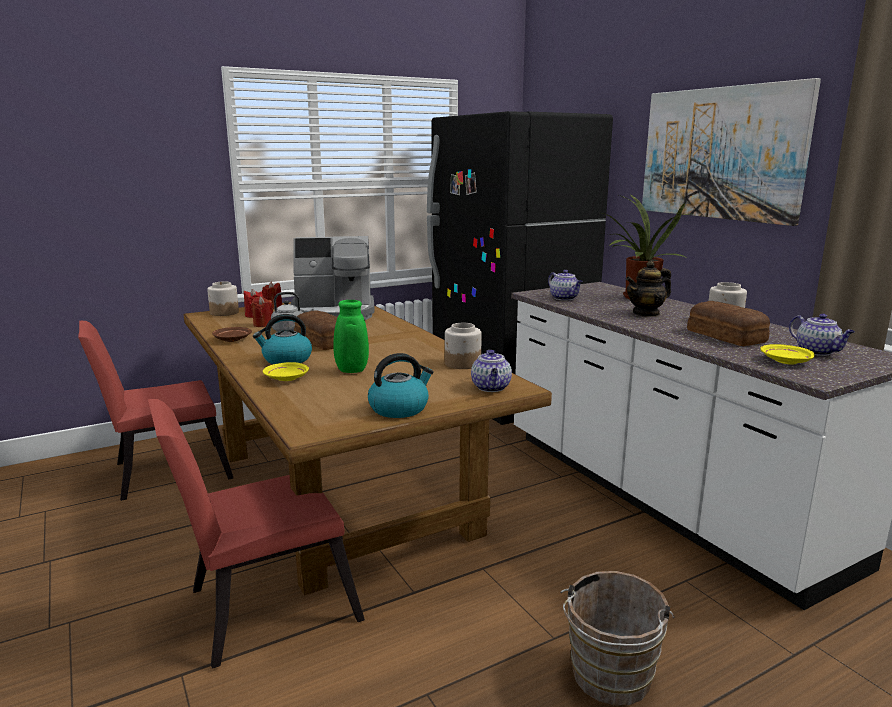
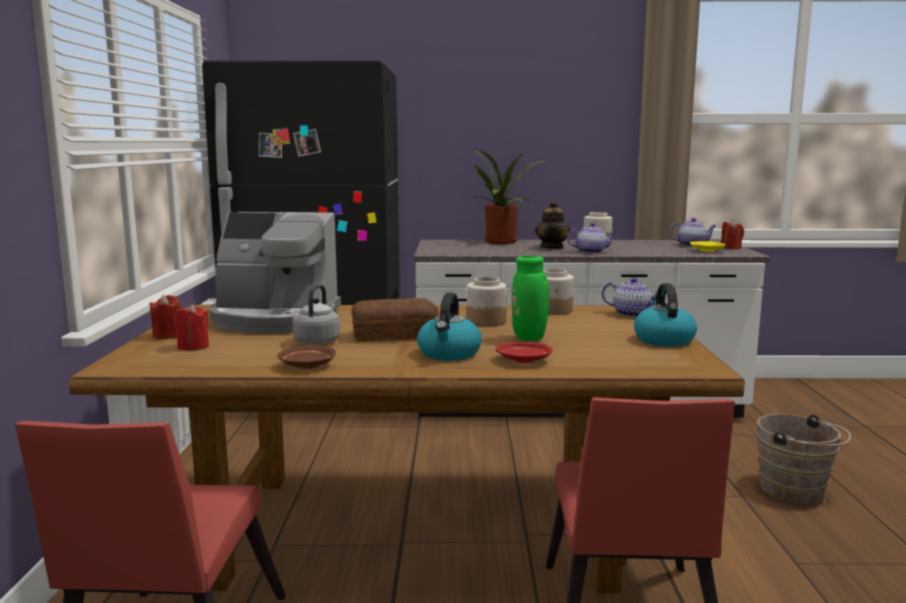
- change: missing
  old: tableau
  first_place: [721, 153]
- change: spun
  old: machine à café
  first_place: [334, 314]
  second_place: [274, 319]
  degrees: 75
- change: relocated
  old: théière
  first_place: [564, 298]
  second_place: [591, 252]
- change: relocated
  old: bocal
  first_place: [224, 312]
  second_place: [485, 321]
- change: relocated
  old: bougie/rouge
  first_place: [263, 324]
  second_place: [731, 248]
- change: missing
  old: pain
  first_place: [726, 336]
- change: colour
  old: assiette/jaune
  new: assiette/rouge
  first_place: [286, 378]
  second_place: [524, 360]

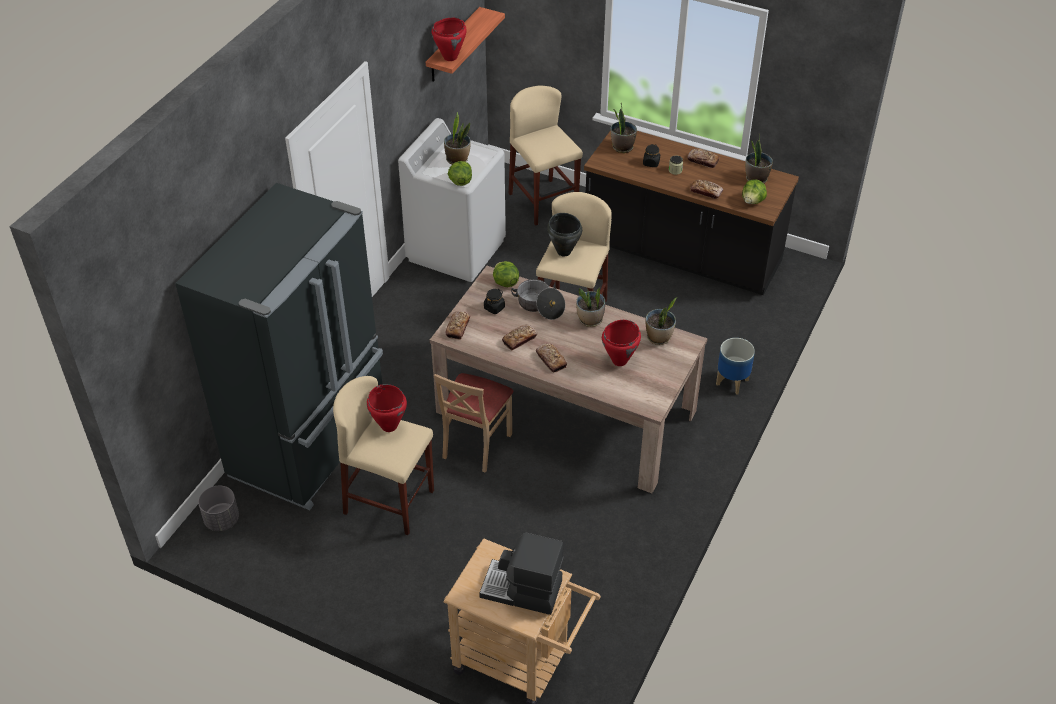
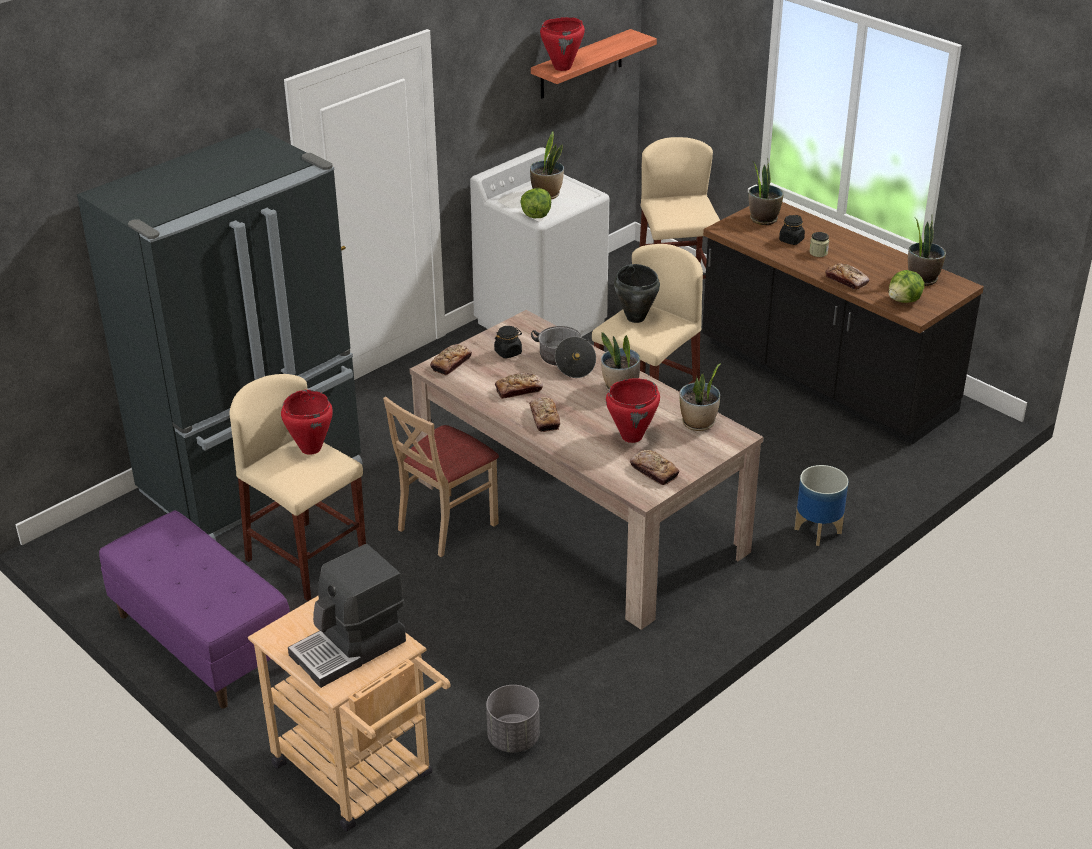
- change: relocated
  old: pain
  first_place: [702, 161]
  second_place: [654, 471]
- change: missing
  old: laitue
  first_place: [505, 283]
- change: relocated
  old: cache-pot/gris
  first_place: [221, 520]
  second_place: [513, 738]
- change: spun
  old: machine à café
  first_place: [521, 590]
  second_place: [350, 648]
  degrees: -75
- change: appeared
  new: banc/violet
  second_place: [201, 641]

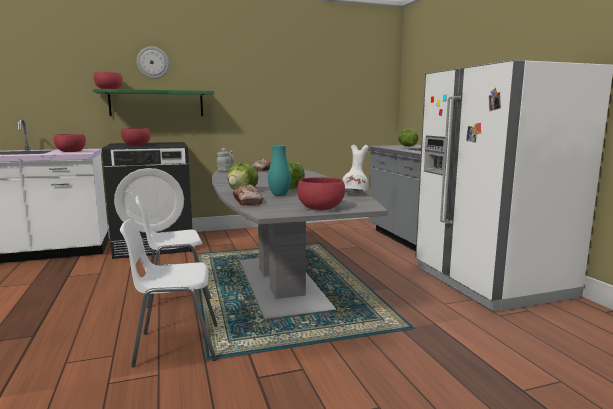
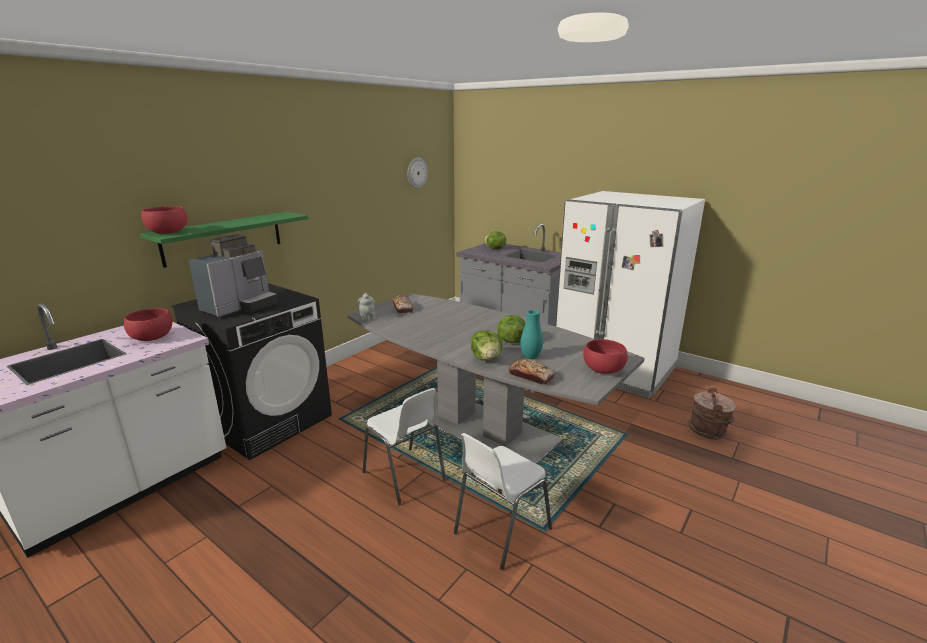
- change: relocated
  old: horloge murale
  first_place: [153, 62]
  second_place: [416, 173]
- change: exchanged
  old: bol/rouge
  new: machine à café
  first_place: [136, 145]
  second_place: [240, 307]
- change: missing
  old: vase/blanc
  first_place: [355, 194]
- change: spun
  old: chaise/blanc
  first_place: [175, 293]
  second_place: [405, 477]
  degrees: -75
- change: appeared
  new: seau/marron
  second_place: [708, 430]

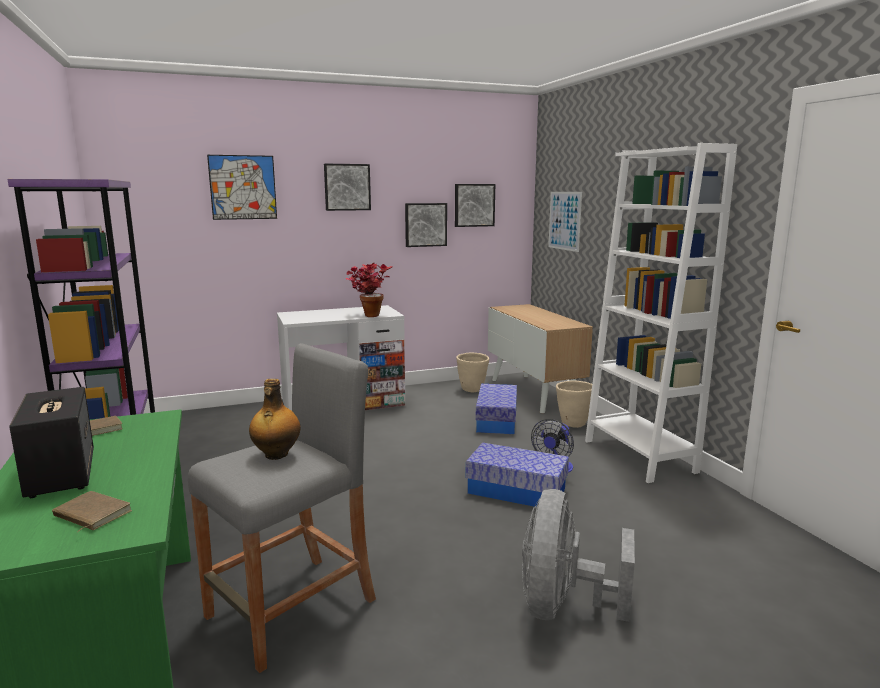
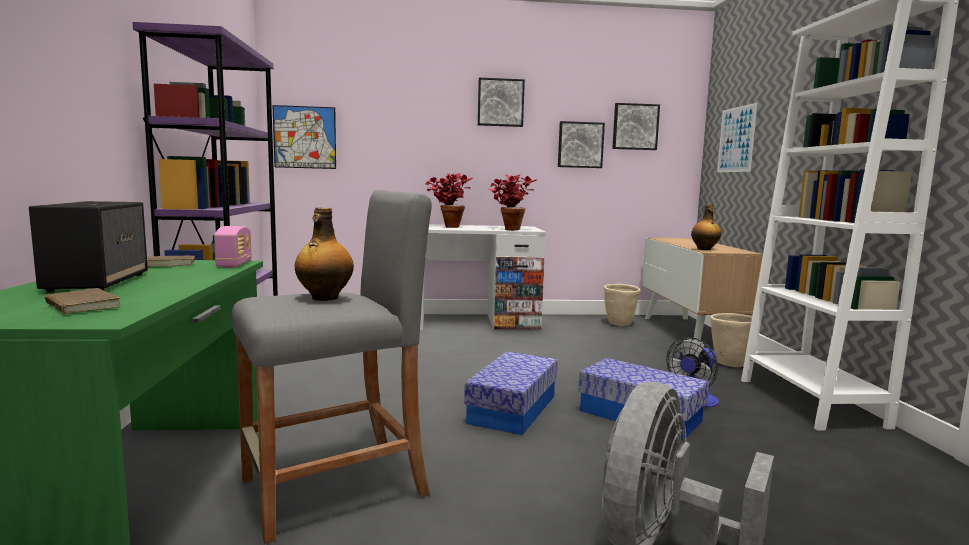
- change: relocated
  old: tableau
  first_place: [243, 187]
  second_place: [305, 137]
- change: relocated
  old: boîte de rangement
  first_place: [496, 420]
  second_place: [512, 409]
- change: appeared
  new: plante en pot
  second_place: [447, 226]
- change: appeared
  new: bouteille
  second_place: [704, 249]
- change: appeared
  new: radio
  second_place: [234, 264]

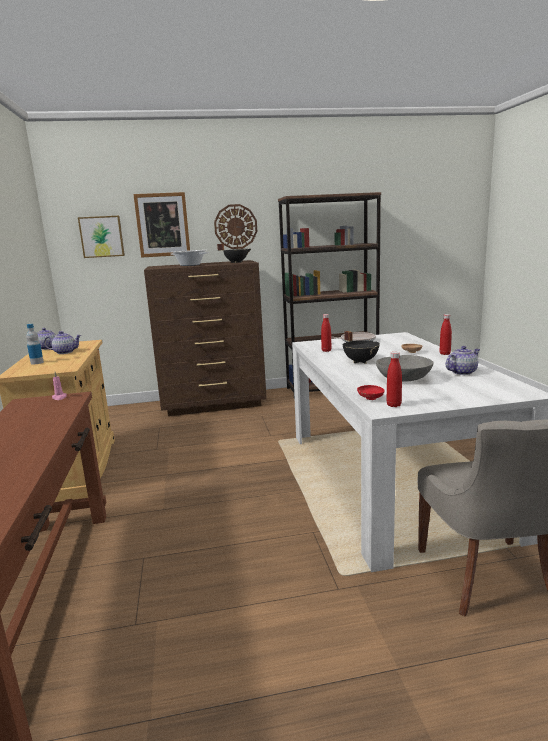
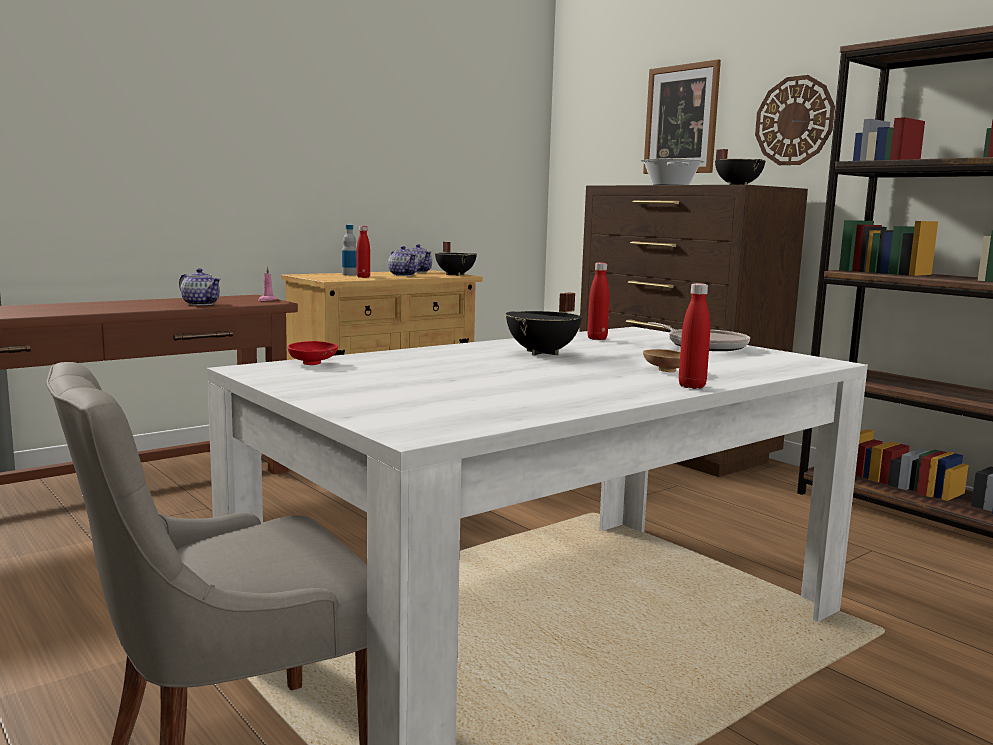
- change: missing
  old: tableau
  first_place: [102, 236]
- change: relocated
  old: théière
  first_place: [461, 372]
  second_place: [200, 304]
- change: relocated
  old: bouteille/rouge
  first_place: [393, 405]
  second_place: [363, 277]
- change: missing
  old: bol/gris
  first_place: [403, 378]
- change: appeared
  new: marmite/noir
  second_place: [456, 274]

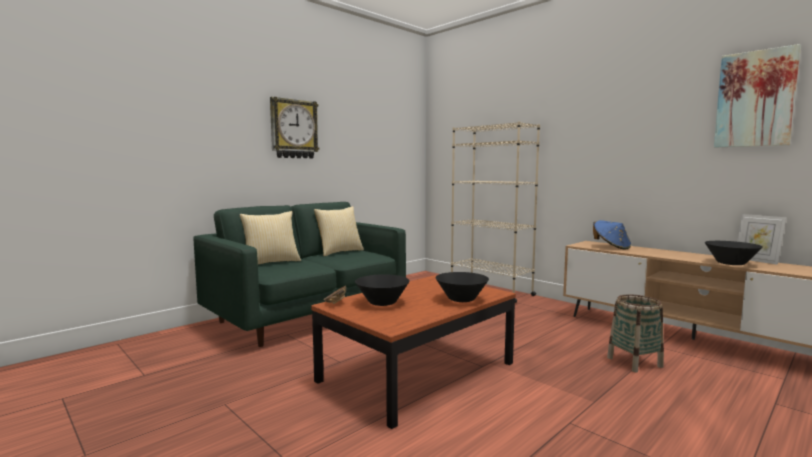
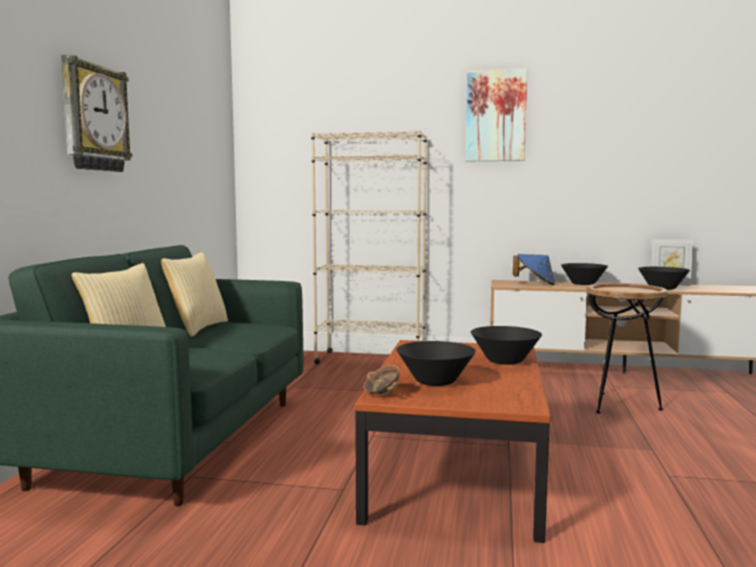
- change: relocated
  old: tableau
  first_place: [755, 99]
  second_place: [495, 116]
- change: exchanged
  old: panier
  new: table d'appoint/marron
  first_place: [634, 362]
  second_place: [620, 405]
- change: appeared
  new: bol/noir
  second_place: [583, 284]

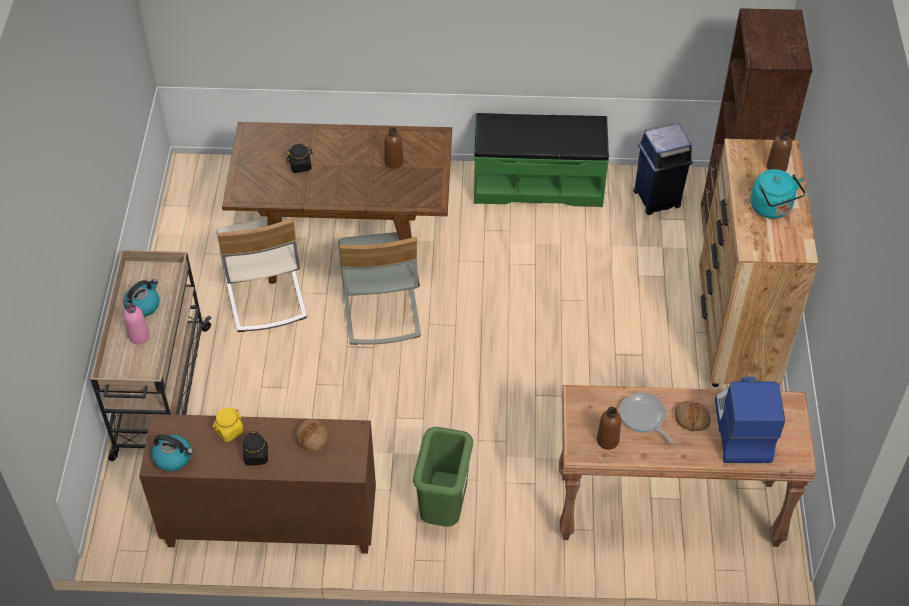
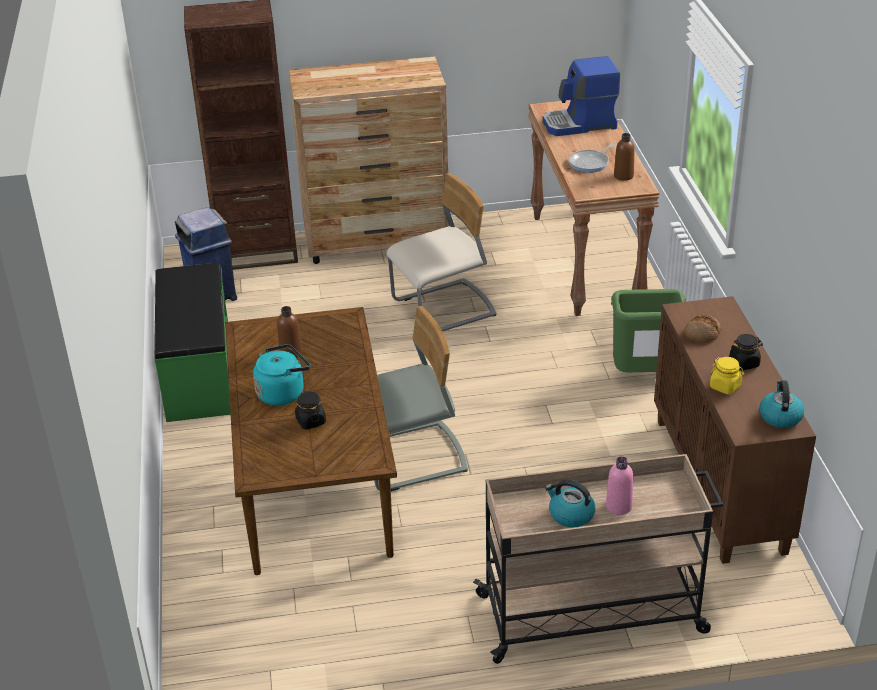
- change: missing
  old: bouteille/marron
  first_place: [776, 167]
- change: relocated
  old: bouilloire/turquoise
  first_place: [772, 208]
  second_place: [283, 393]
- change: relocated
  old: chaise/beige
  first_place: [264, 295]
  second_place: [444, 309]
- change: missing
  old: pain
  first_place: [691, 419]

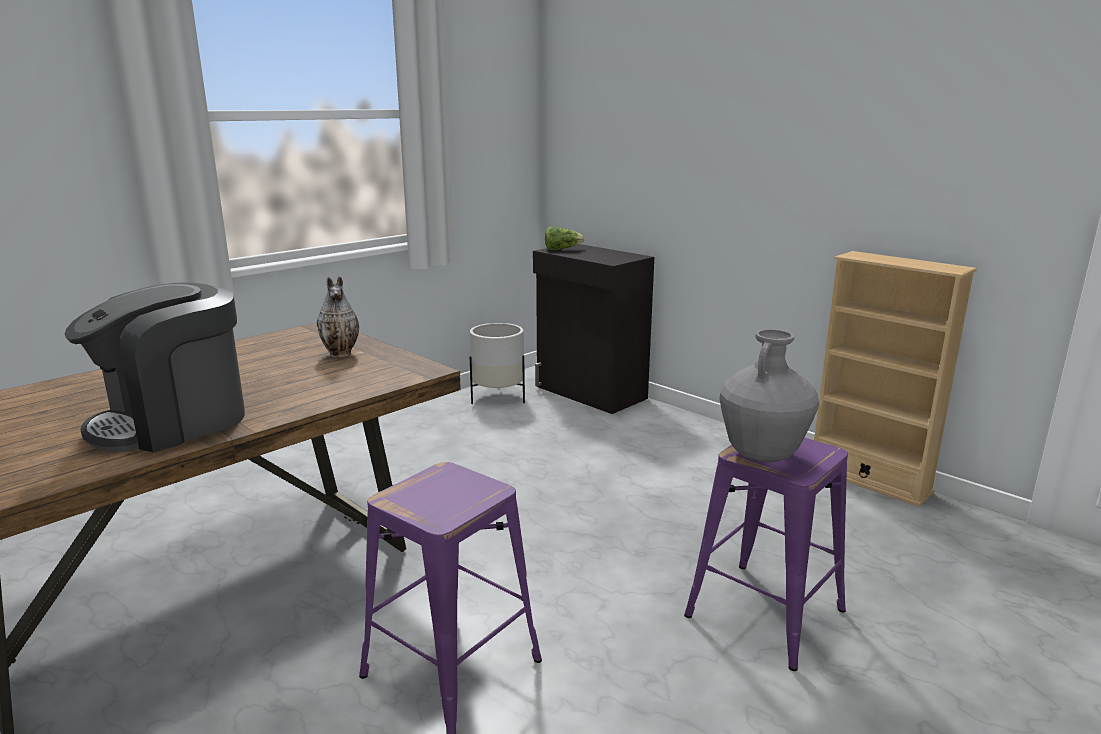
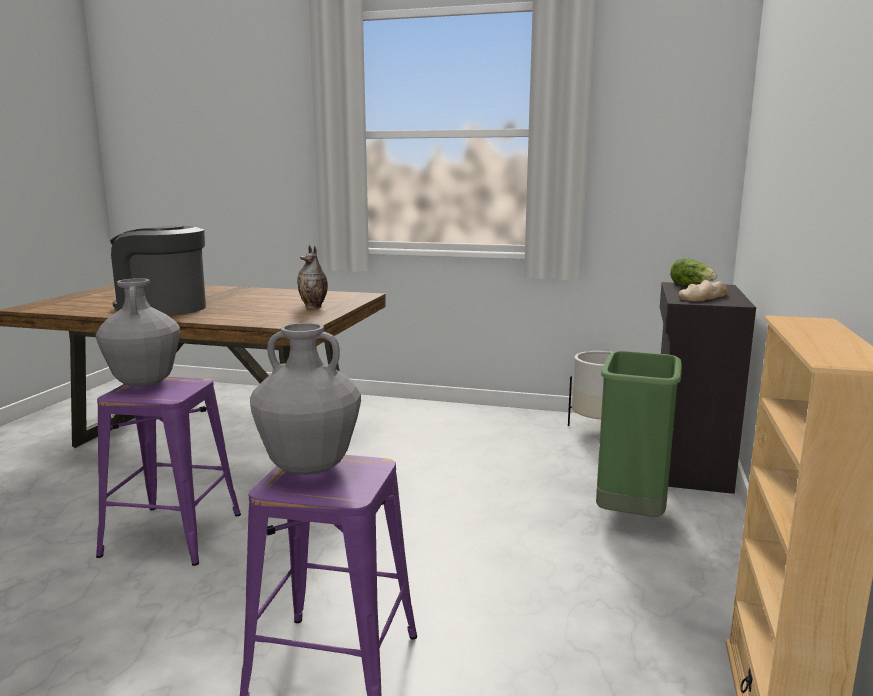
- change: appeared
  new: vase/gris
  second_place: [144, 383]
- change: appeared
  new: pain
  second_place: [703, 296]
- change: appeared
  new: poubelle/vert
  second_place: [630, 514]

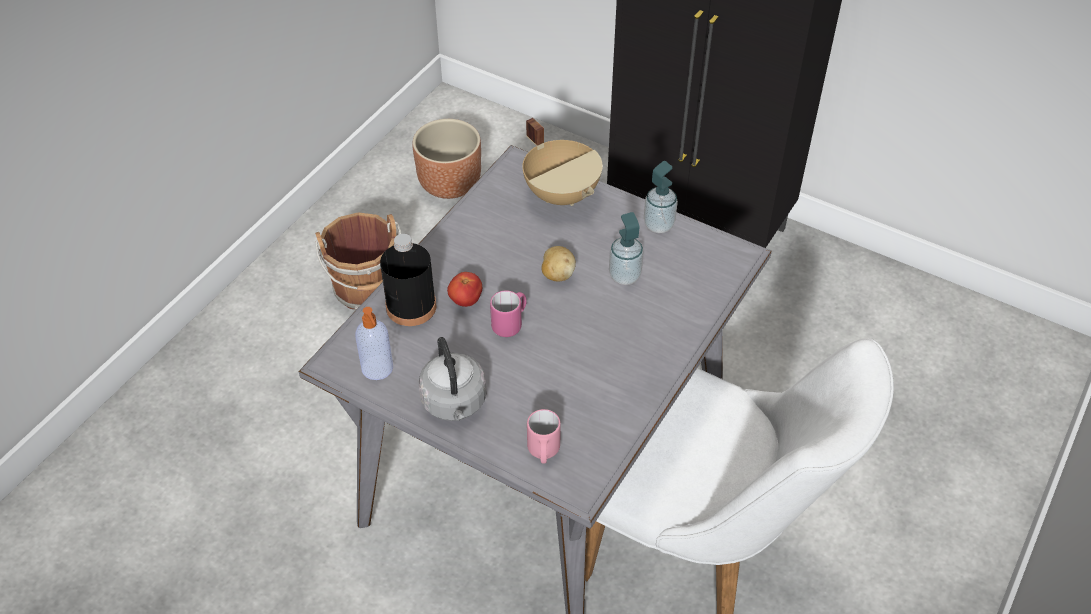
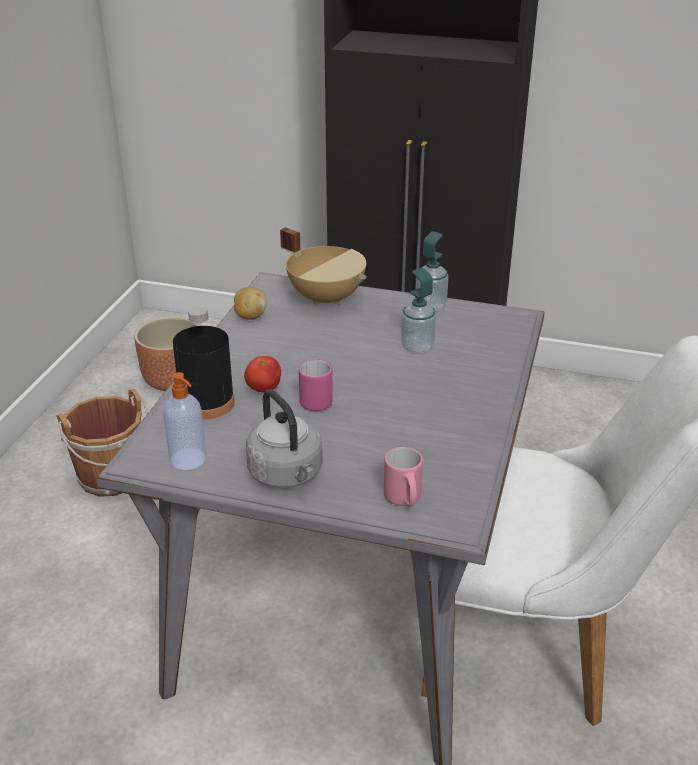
- change: relocated
  old: pomme de terre
  first_place: [557, 274]
  second_place: [250, 316]

